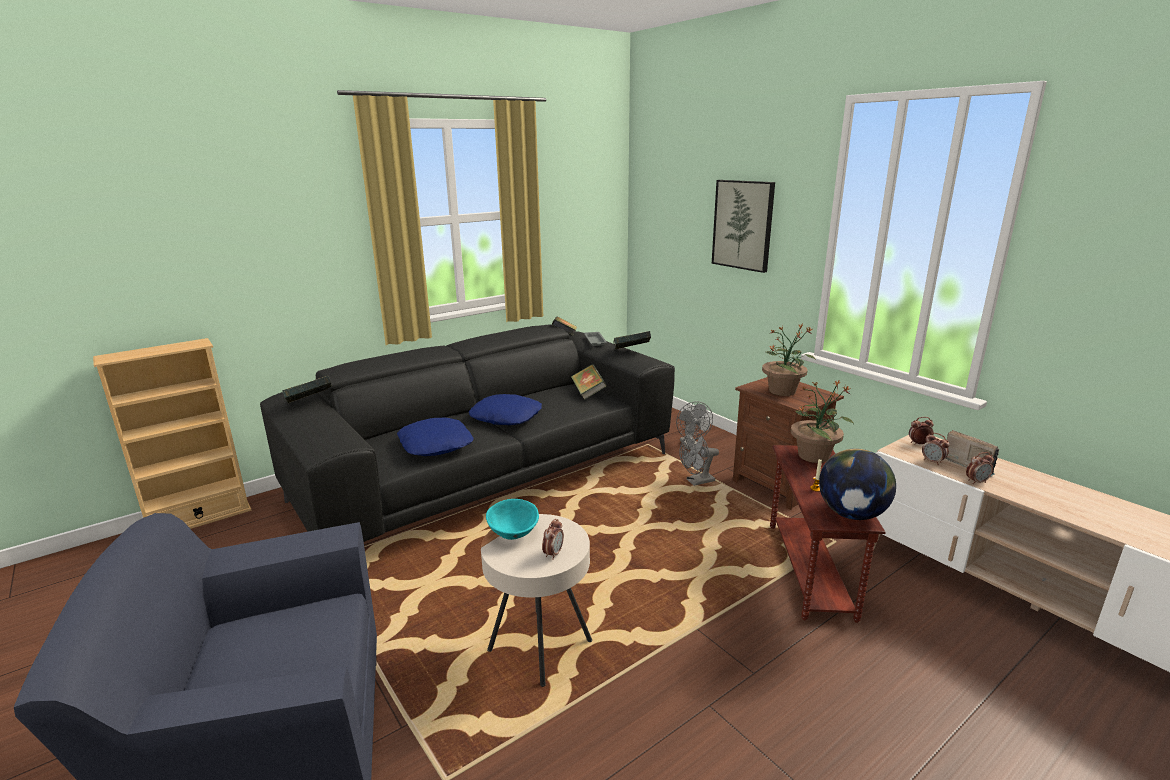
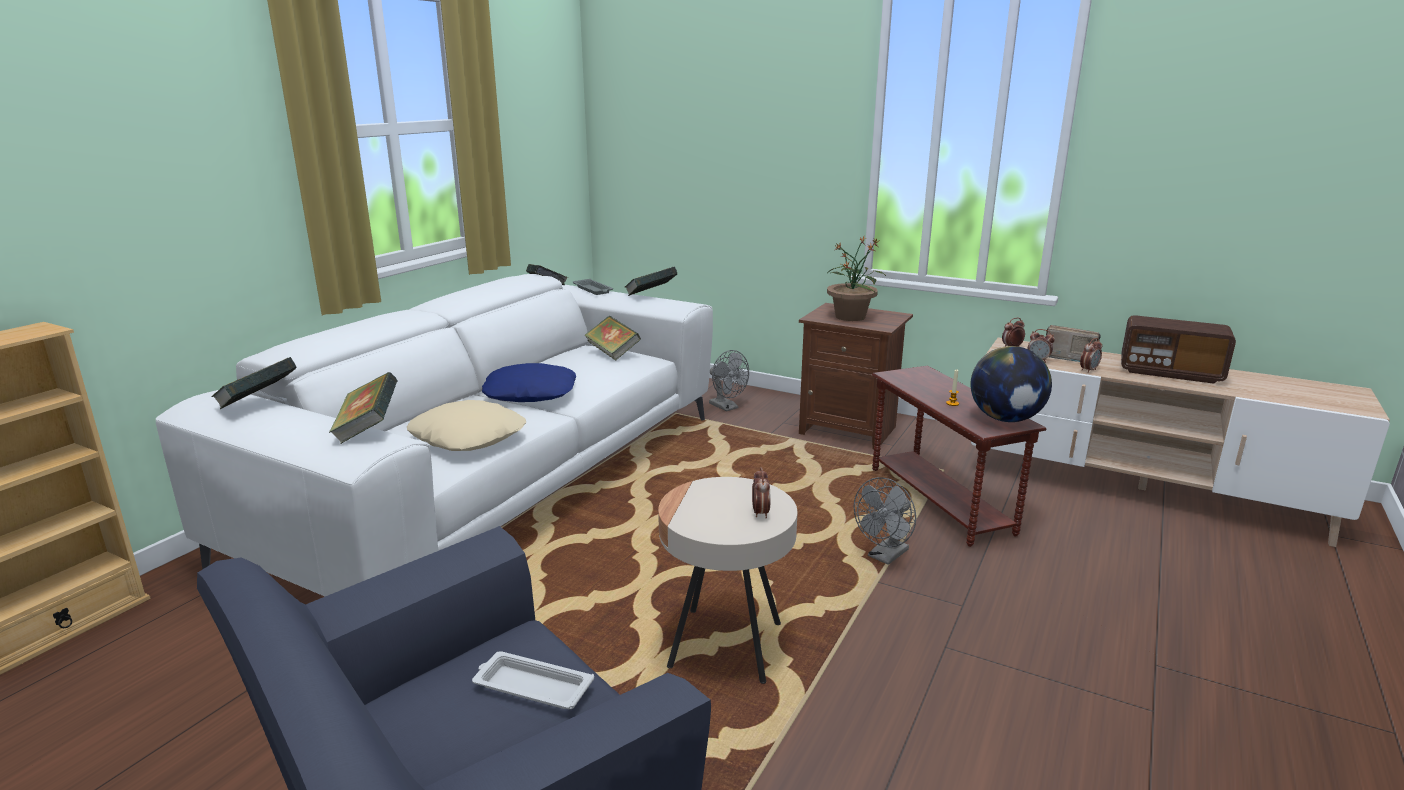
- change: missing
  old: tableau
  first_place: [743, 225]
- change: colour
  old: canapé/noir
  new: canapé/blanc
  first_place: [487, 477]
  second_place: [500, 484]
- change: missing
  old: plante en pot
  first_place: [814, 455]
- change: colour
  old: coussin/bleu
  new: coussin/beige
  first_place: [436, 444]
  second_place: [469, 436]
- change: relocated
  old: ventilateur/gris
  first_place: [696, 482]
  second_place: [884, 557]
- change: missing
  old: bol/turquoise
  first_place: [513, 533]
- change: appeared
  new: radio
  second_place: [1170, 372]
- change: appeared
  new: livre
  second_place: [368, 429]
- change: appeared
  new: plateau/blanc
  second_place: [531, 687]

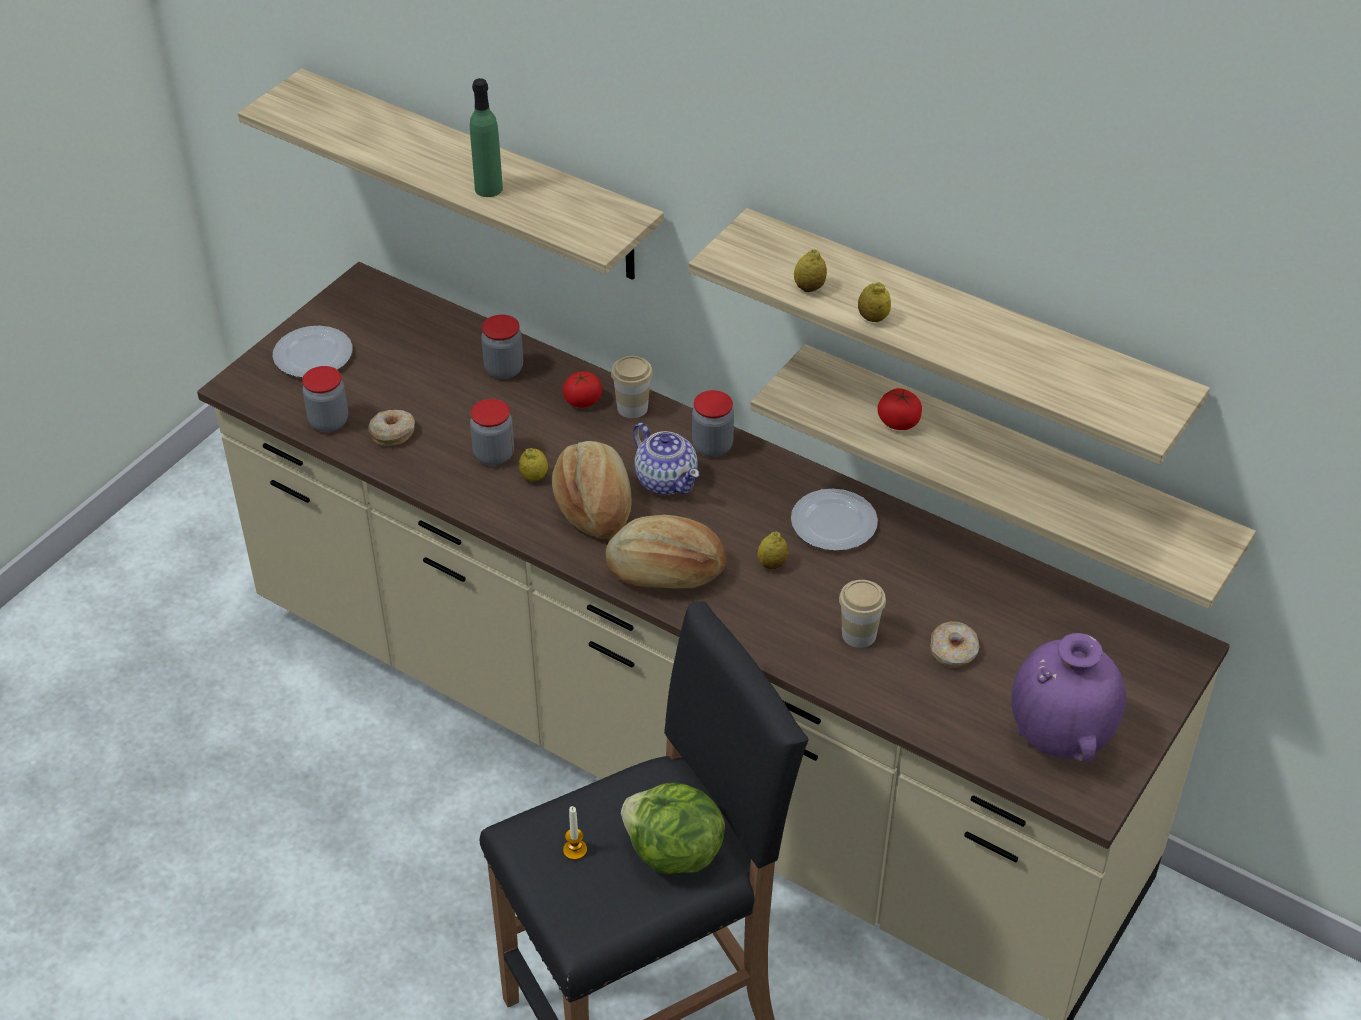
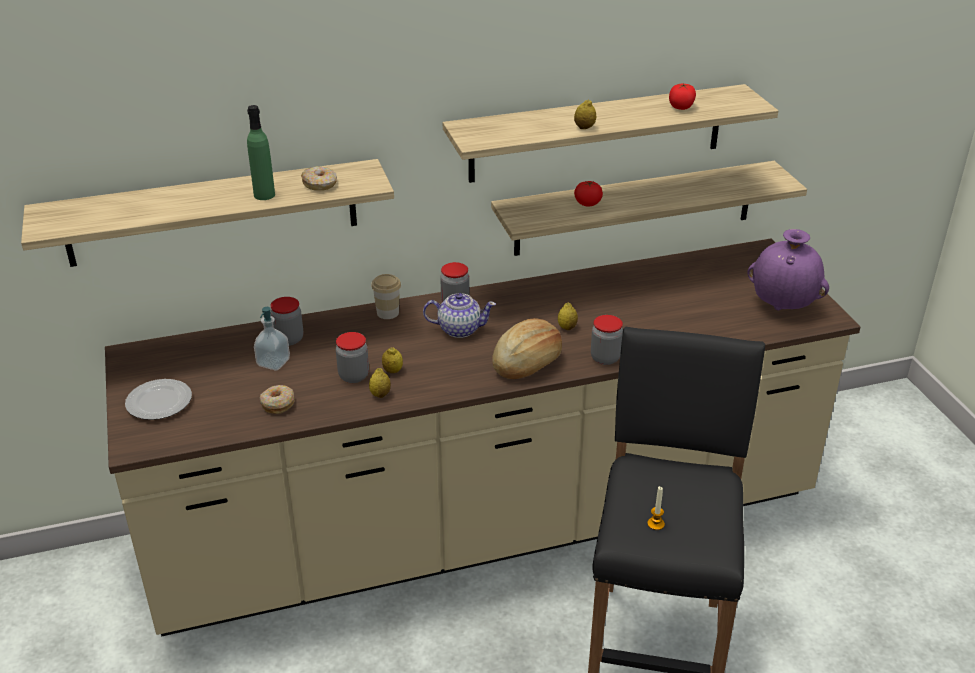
- change: relocated
  old: citron
  first_place: [809, 288]
  second_place: [380, 394]
- change: relocated
  old: bocal
  first_place: [329, 421]
  second_place: [605, 358]
- change: relocated
  old: tomate
  first_place: [583, 401]
  second_place: [681, 107]
- change: missing
  old: pain
  first_place: [594, 504]
- change: missing
  old: assiette
  first_place: [834, 523]
- change: missing
  old: tasse
  first_place: [859, 634]
- change: relocated
  old: beignet
  first_place: [953, 651]
  second_place: [320, 184]
- change: missing
  old: laitue
  first_place: [673, 853]
- change: appeared
  new: distributeur de savon
  second_place: [273, 362]

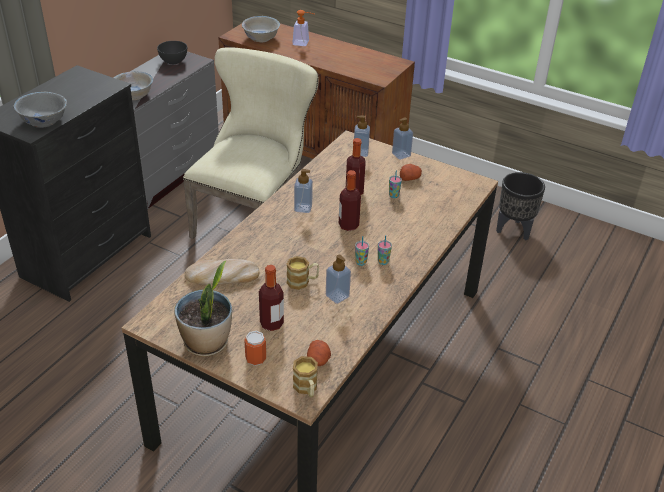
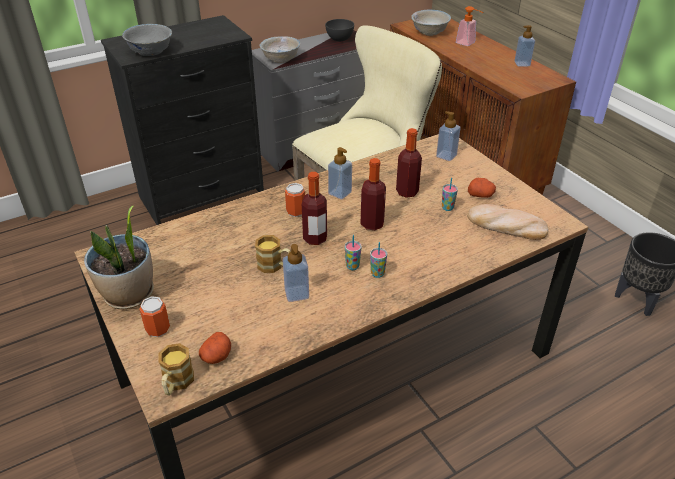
- change: relocated
  old: distributeur de savon
  first_place: [401, 155]
  second_place: [522, 64]
- change: relocated
  old: pain
  first_place: [222, 276]
  second_place: [506, 226]
- change: relocated
  old: bouteille
  first_place: [271, 323]
  second_place: [315, 238]
- change: appeared
  new: boîte métallique
  second_place: [296, 211]

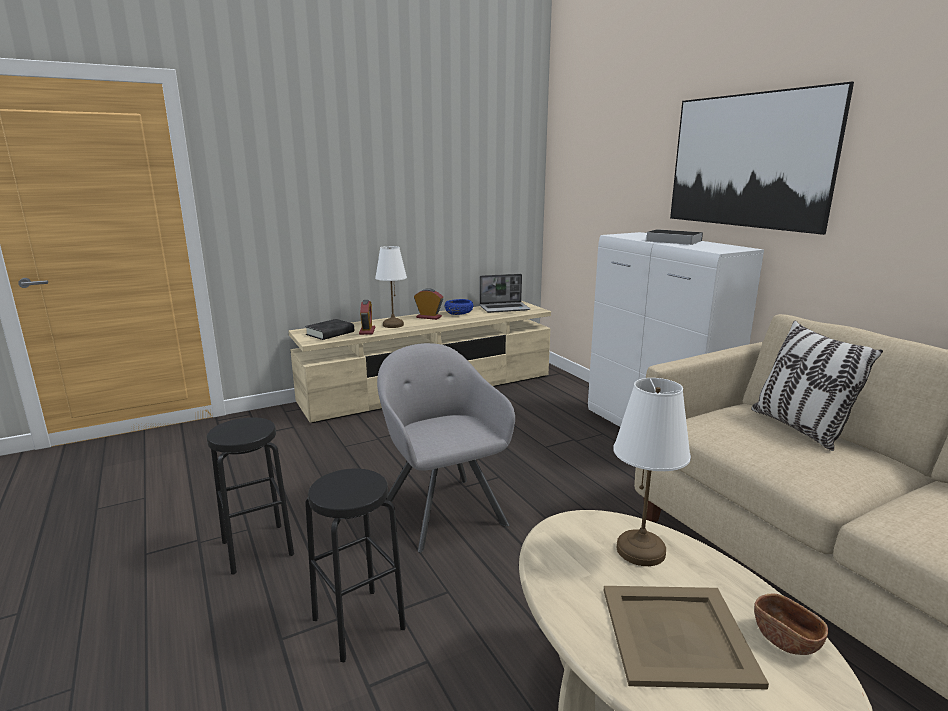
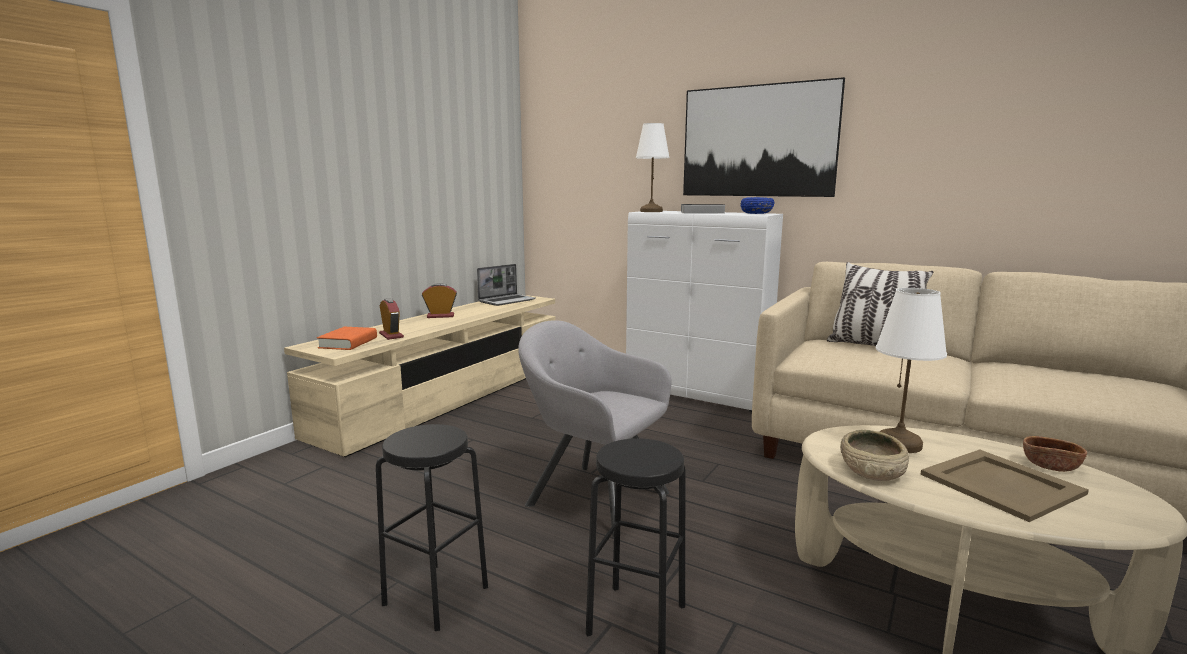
- change: relocated
  old: lampe de table/blanc
  first_place: [393, 325]
  second_place: [651, 211]
- change: relocated
  old: bol/bleu
  first_place: [458, 313]
  second_place: [756, 213]
- change: colour
  old: livre/noir
  new: livre/orange
  first_place: [330, 333]
  second_place: [348, 343]
- change: appeared
  new: bol/beige
  second_place: [872, 470]

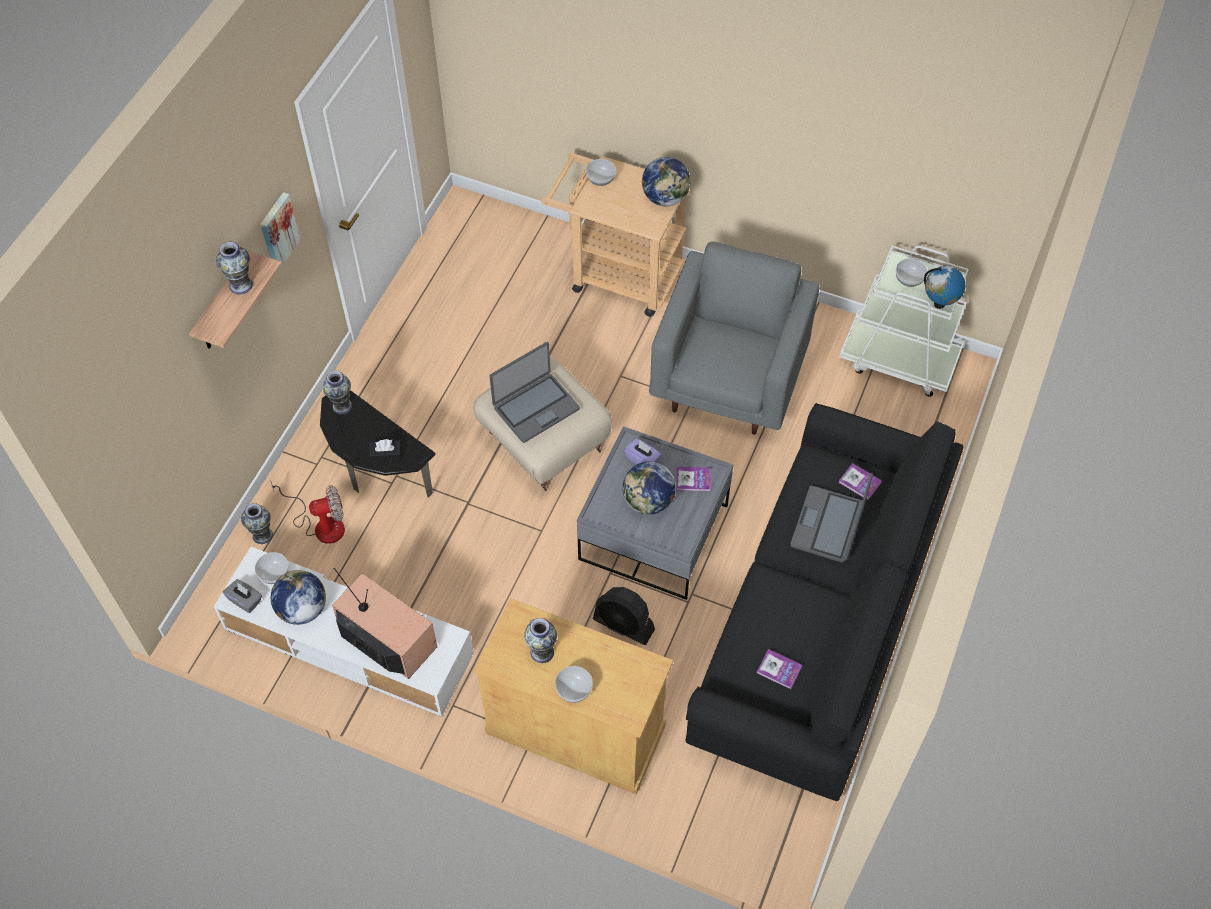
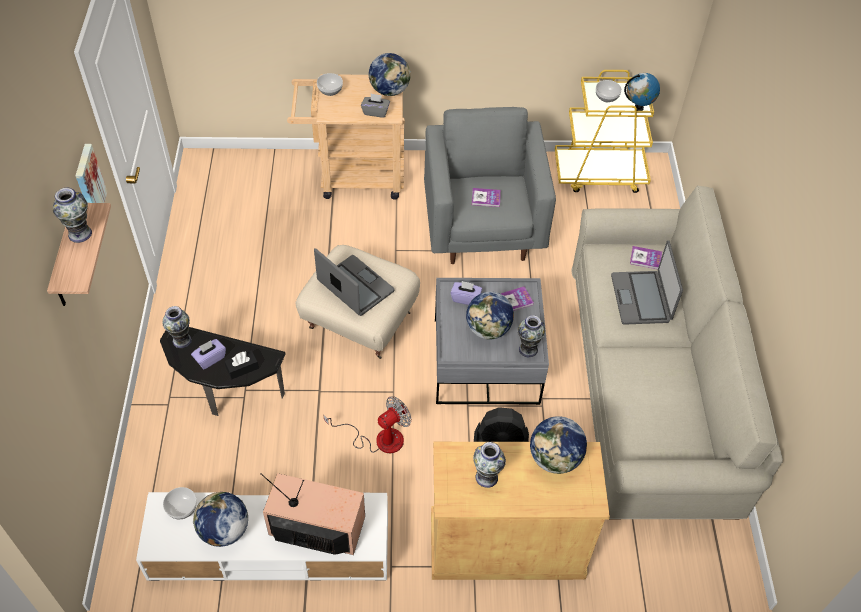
- change: colour
  old: chariot/blanc
  new: chariot/jaune
  first_place: [899, 360]
  second_place: [600, 174]
- change: spun
  old: ordinateur portable
  first_place: [535, 408]
  second_place: [355, 287]
  degrees: -75
- change: colour
  old: canapé/noir
  new: canapé/beige
  first_place: [817, 625]
  second_place: [651, 387]
- change: relocated
  old: ventilateur
  first_place: [321, 524]
  second_place: [379, 439]
- change: relocated
  old: vase
  first_place: [262, 535]
  second_place: [528, 349]
- change: relocated
  old: boîte à mouchoirs/gris
  first_place: [245, 600]
  second_place: [375, 112]
- change: relocated
  old: livre
  first_place: [779, 669]
  second_place: [486, 198]
- change: missing
  old: bol
  first_place: [573, 689]
- change: appeared
  new: boîte à mouchoirs/violet
  second_place: [210, 358]
- change: appeared
  new: globe
  second_place: [555, 459]

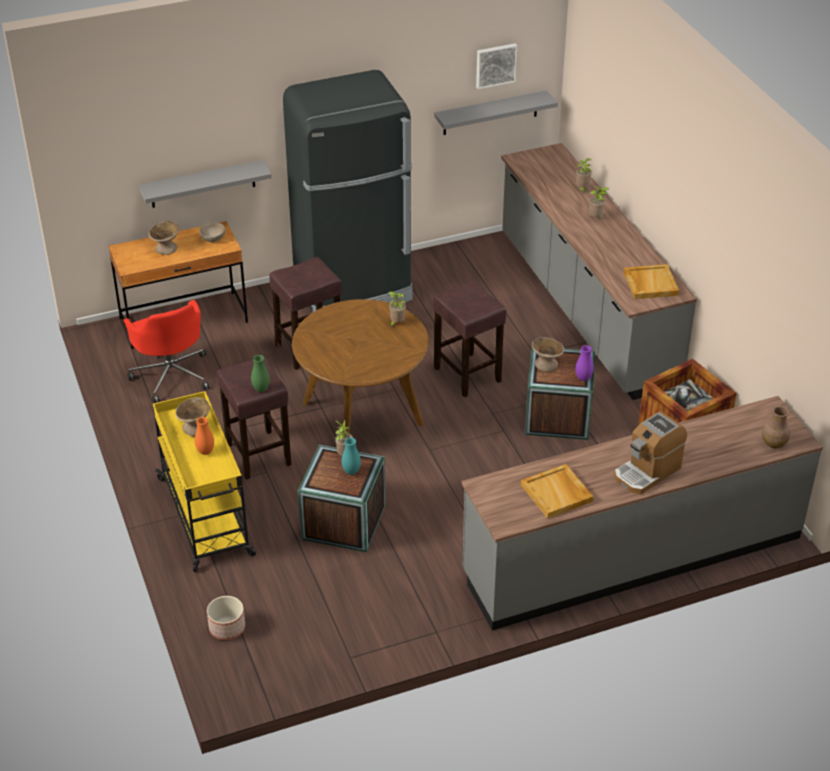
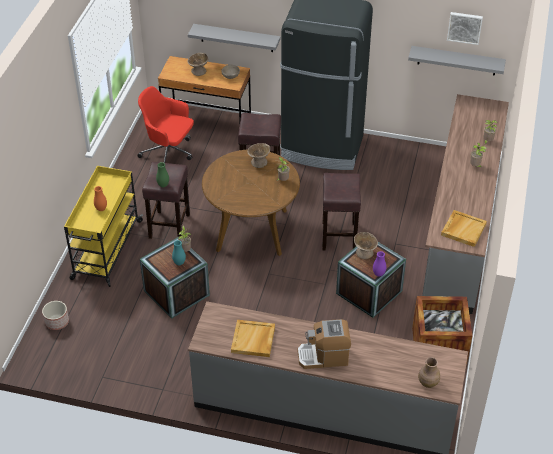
- change: spun
  old: chaise de bureau/rouge
  first_place: [171, 375]
  second_place: [169, 153]
  degrees: 105
- change: relocated
  old: bol/beige
  first_place: [195, 428]
  second_place: [259, 162]

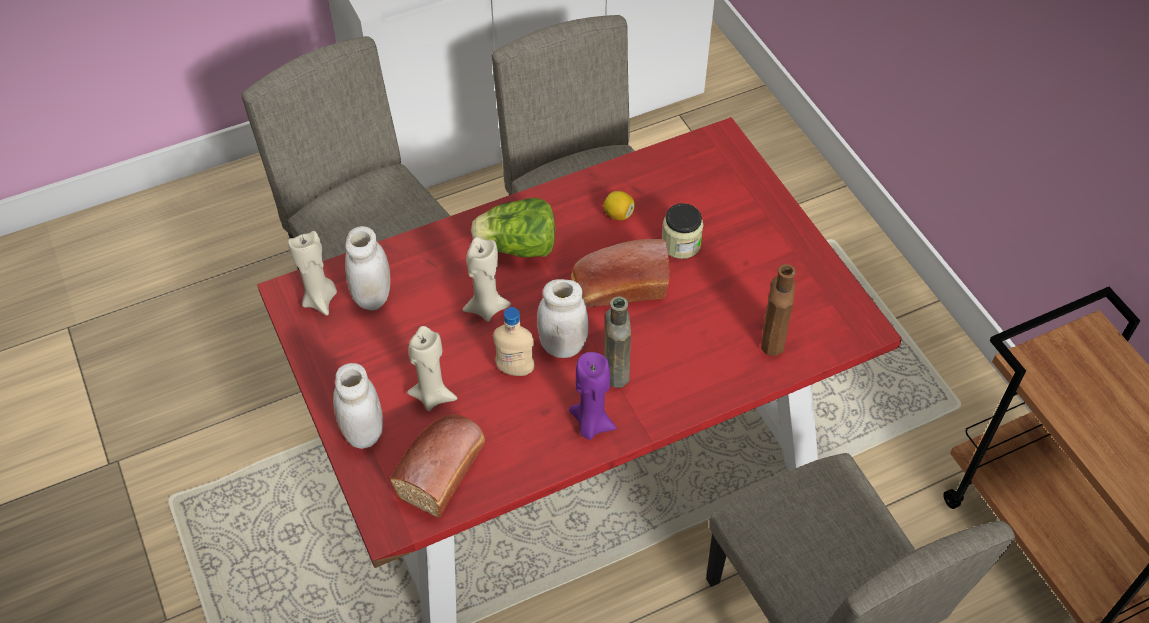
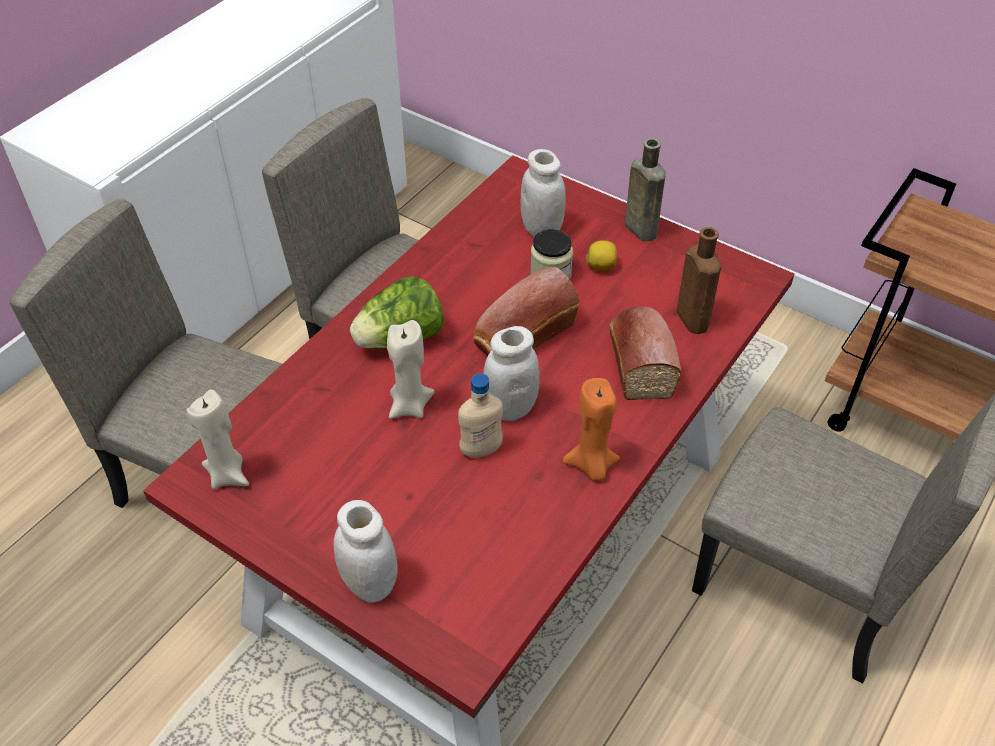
- change: relocated
  old: citron
  first_place: [618, 214]
  second_place: [601, 266]
- change: relocated
  old: bocal/blanc
  first_place: [372, 296]
  second_place: [541, 229]
- change: relocated
  old: bouteille/marron
  first_place: [616, 368]
  second_place: [639, 228]
- change: missing
  old: bougie/beige
  first_place: [433, 395]
- change: colour
  old: bougie/violet
  new: bougie/orange
  first_place: [591, 424]
  second_place: [591, 466]
- change: relocated
  old: pain
  first_place: [443, 469]
  second_place: [639, 362]

